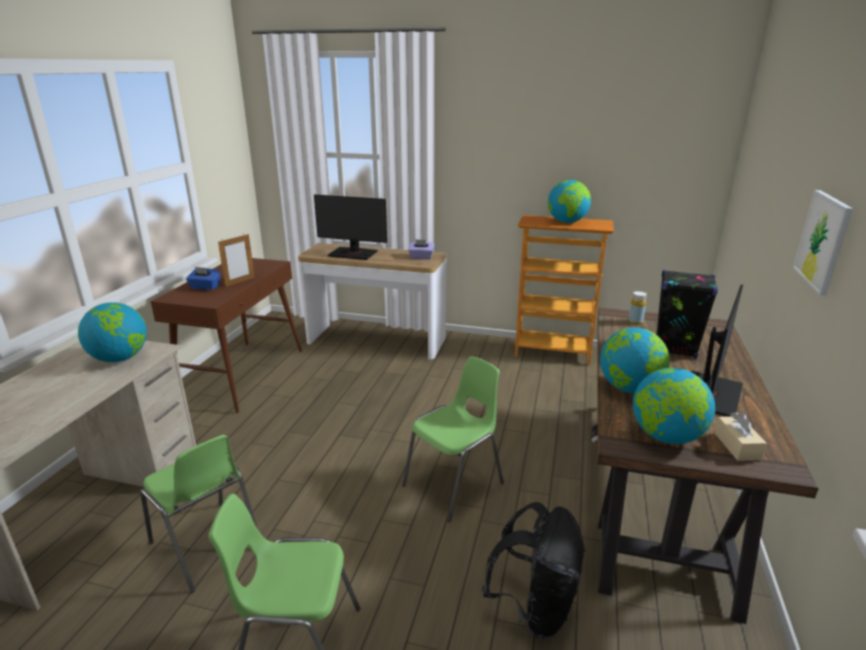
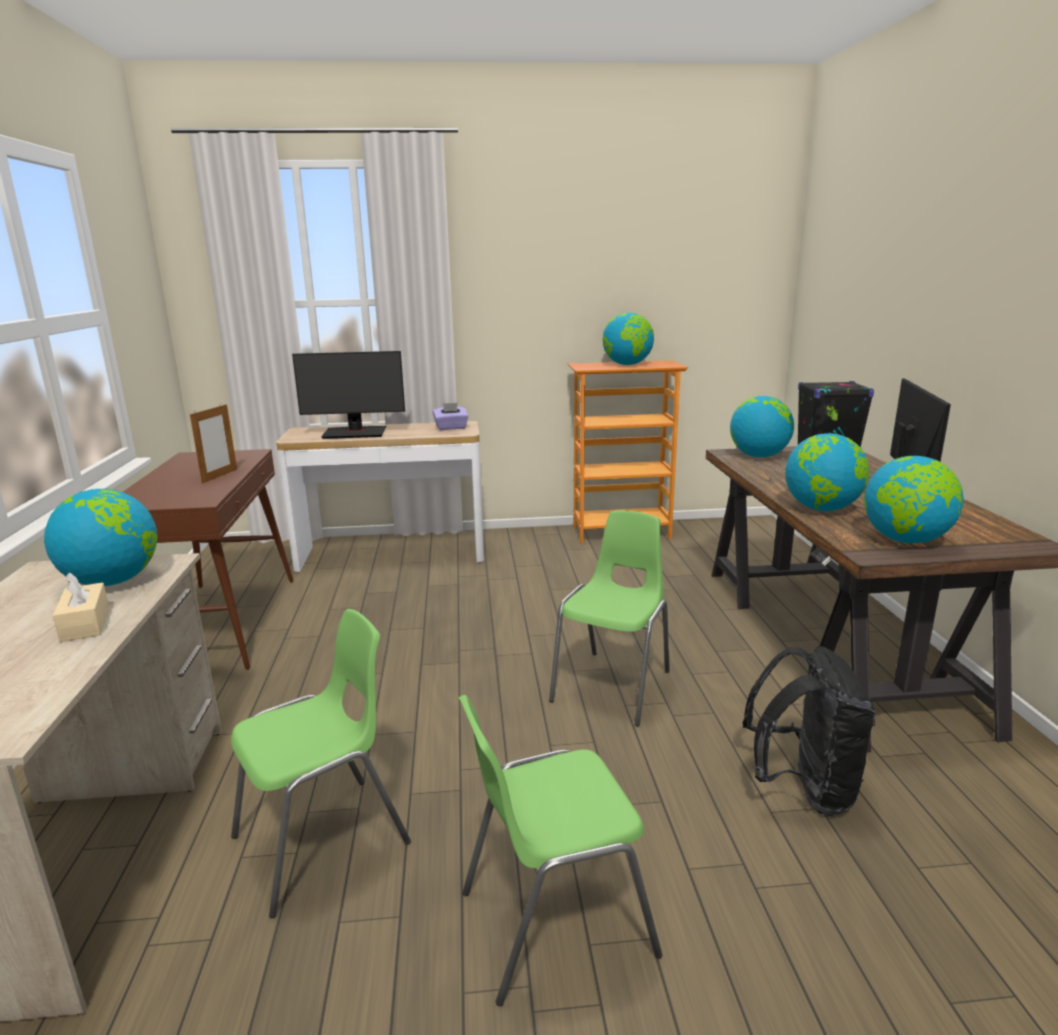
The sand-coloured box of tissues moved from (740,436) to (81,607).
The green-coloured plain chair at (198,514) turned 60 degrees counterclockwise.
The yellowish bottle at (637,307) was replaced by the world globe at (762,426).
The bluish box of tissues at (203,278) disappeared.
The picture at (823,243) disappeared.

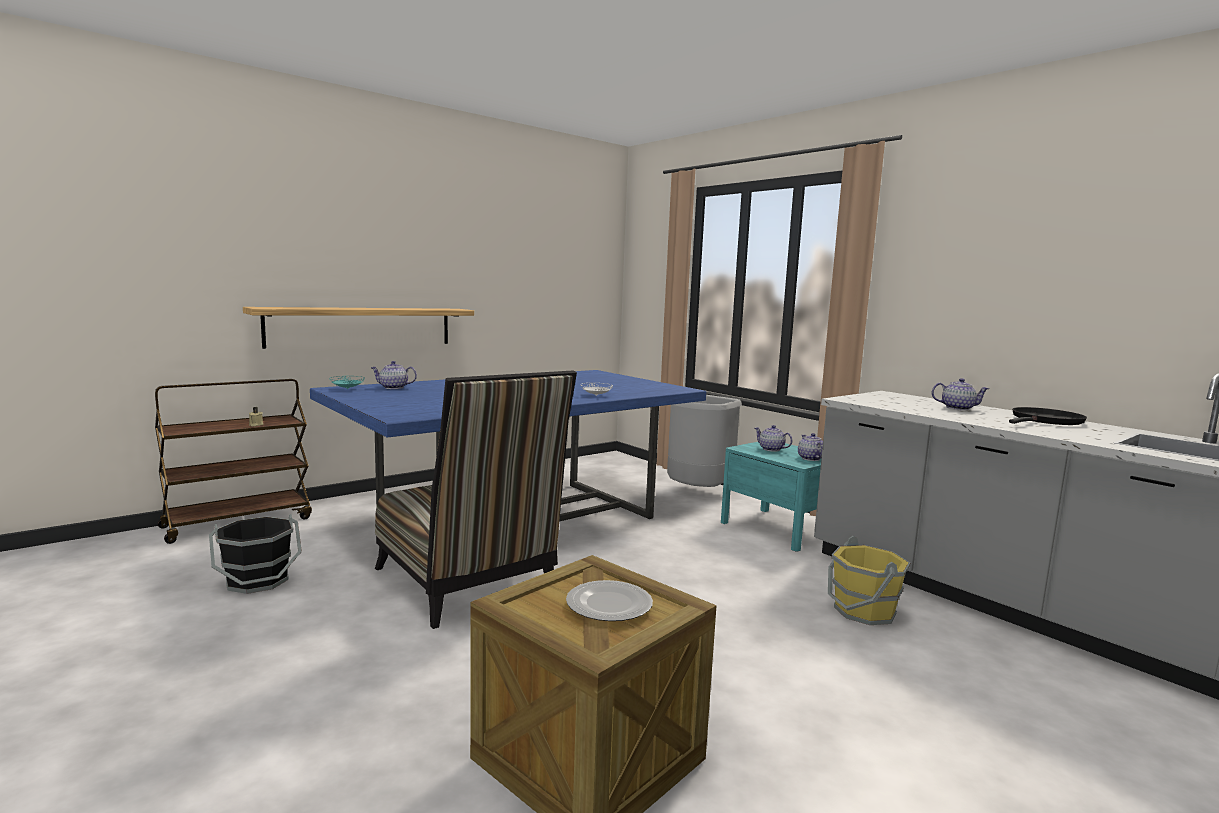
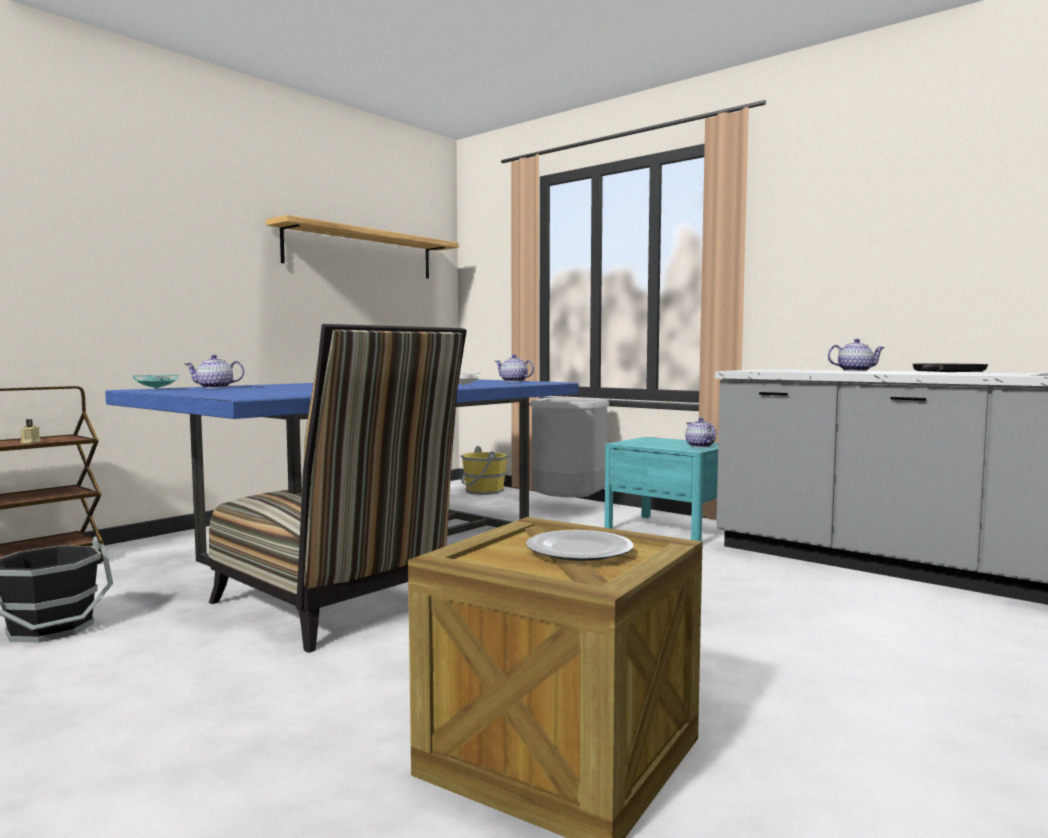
The wall shelf moved from (358,328) to (362,247).
The yellowish pail moved from (869,580) to (485,470).
The tea pot moved from (774,438) to (514,368).

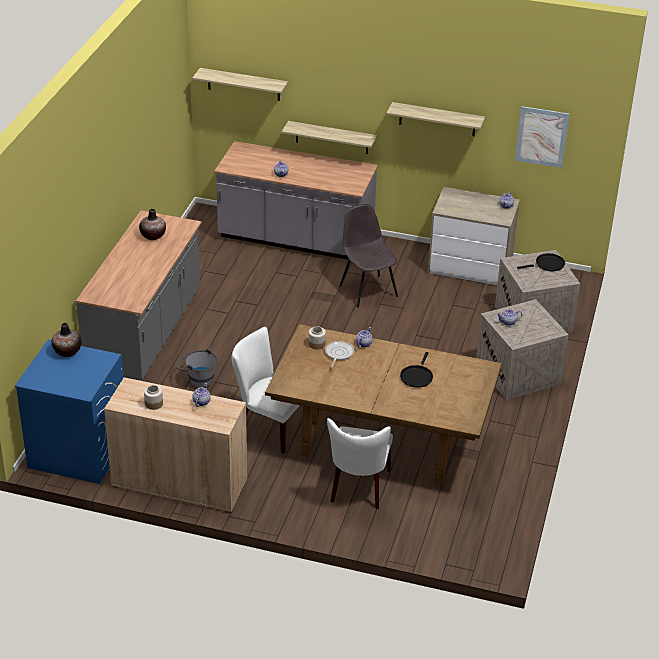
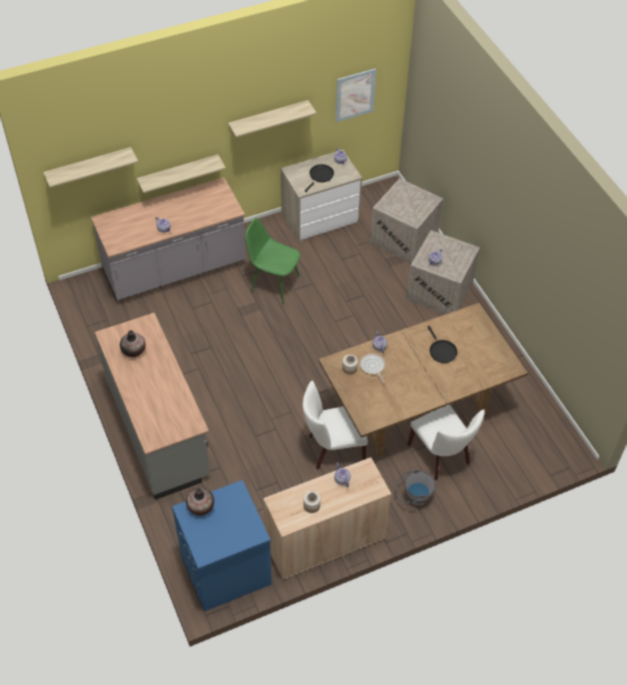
The greyish plain chair at (369,256) became the green-coloured plain chair at (273,260).
The black pan moved from (541,262) to (319,178).
The greyish pail moved from (197,368) to (415,487).

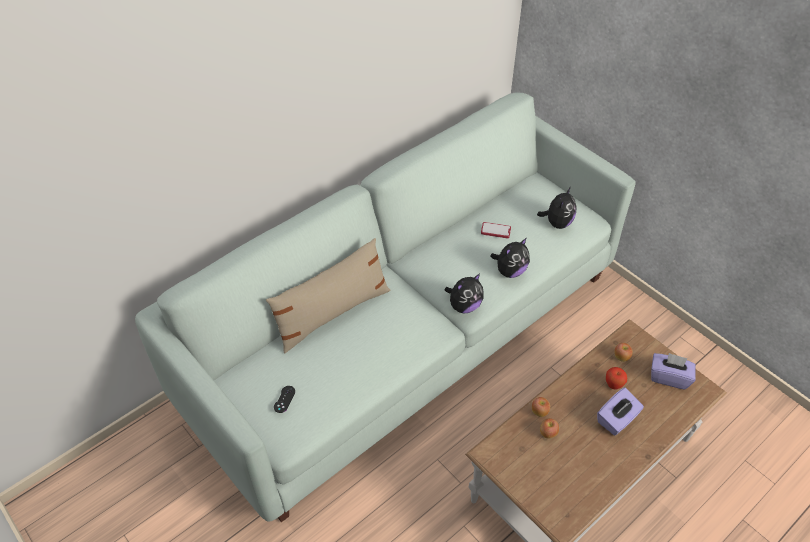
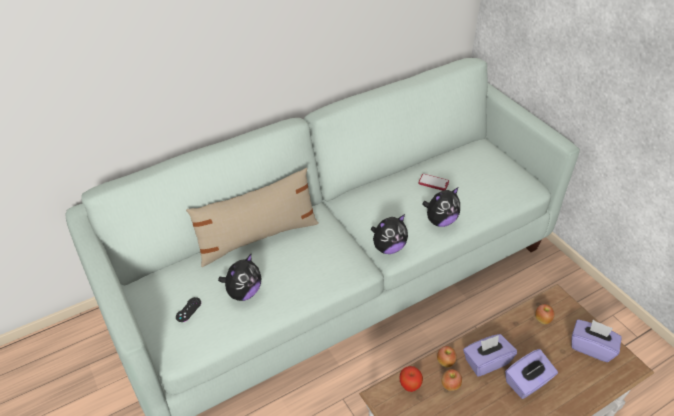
The cuddly toy moved from (556,208) to (240,277).
The whole apple moved from (616,378) to (411,379).
The purple-coloured box of tissues at (490,355) appeared.

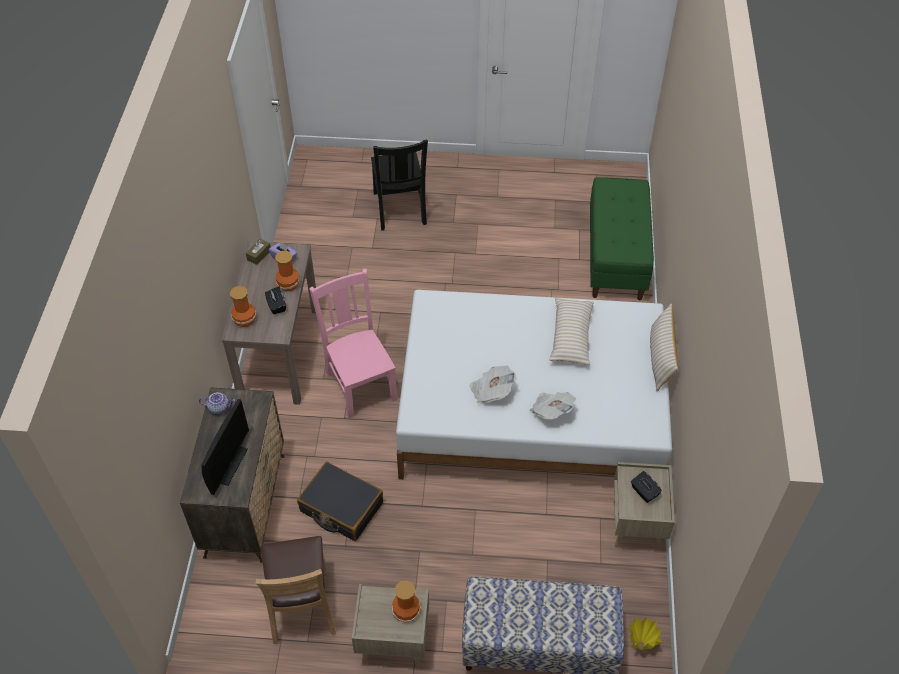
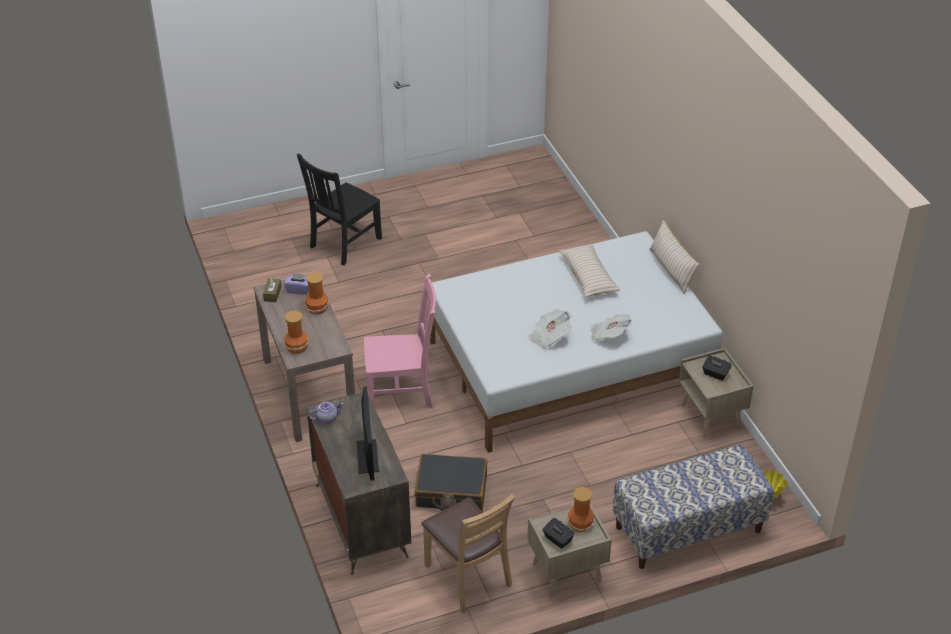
The black plain chair at (399,185) turned 75 degrees clockwise.
The pink plain chair at (353,343) turned 135 degrees clockwise.
The black box of tissues moved from (275,300) to (559,533).
The green-coloured indoor bench at (622,238) disappeared.

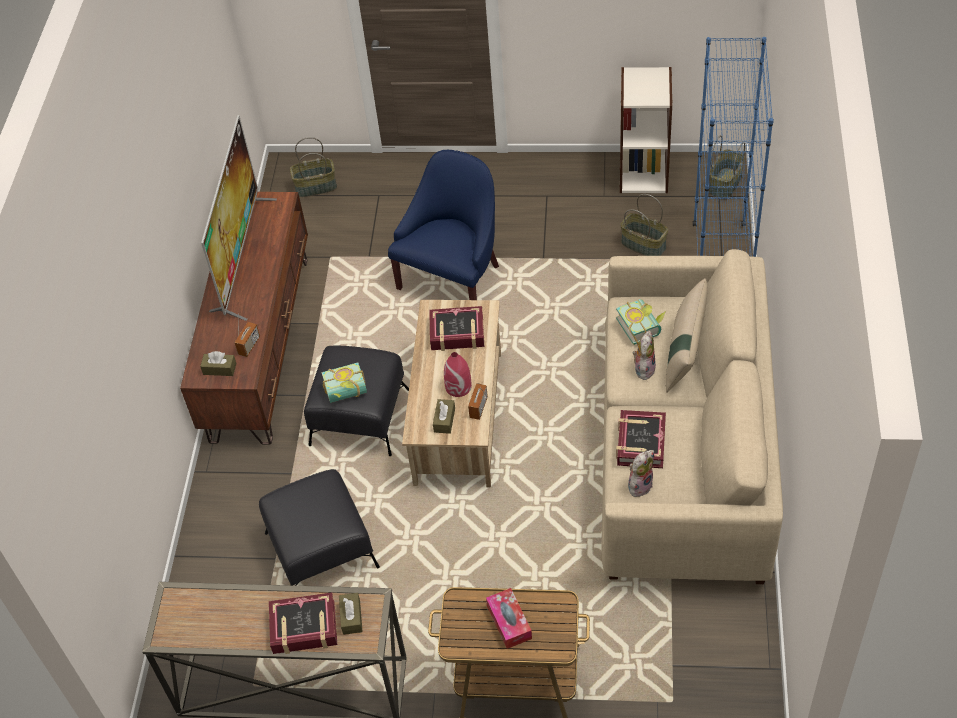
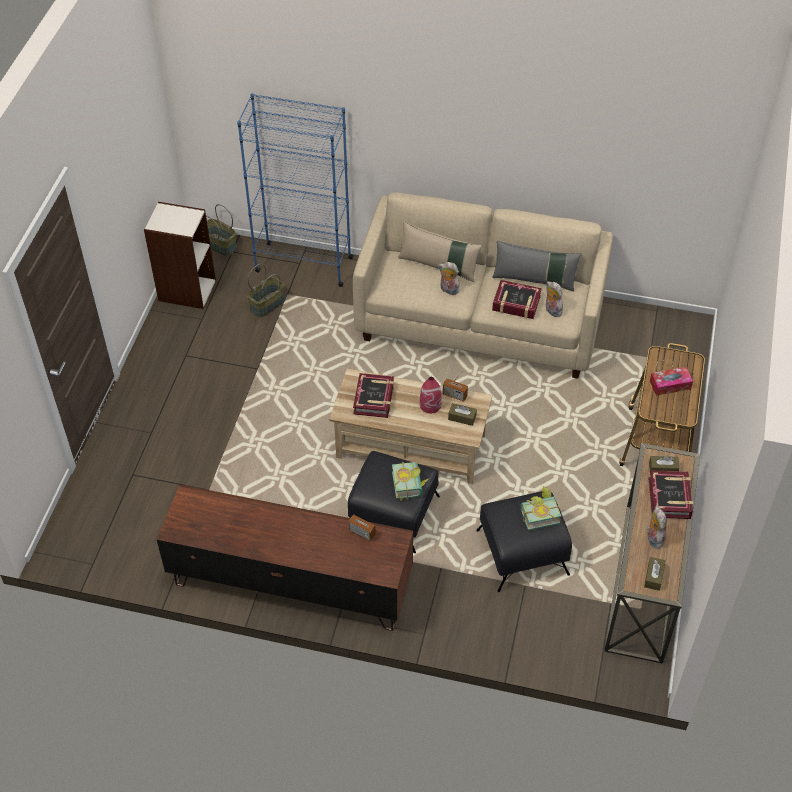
The greyish pillow at (537,265) appeared.
The book moved from (641,322) to (541,508).
The brown box of tissues moved from (218,363) to (655,574).
The cuddly toy at (657,527) appeared.
The TV set at (239,218) disappeared.
The household basket at (313,167) disappeared.
The bluish easy chair at (443,225) disappeared.

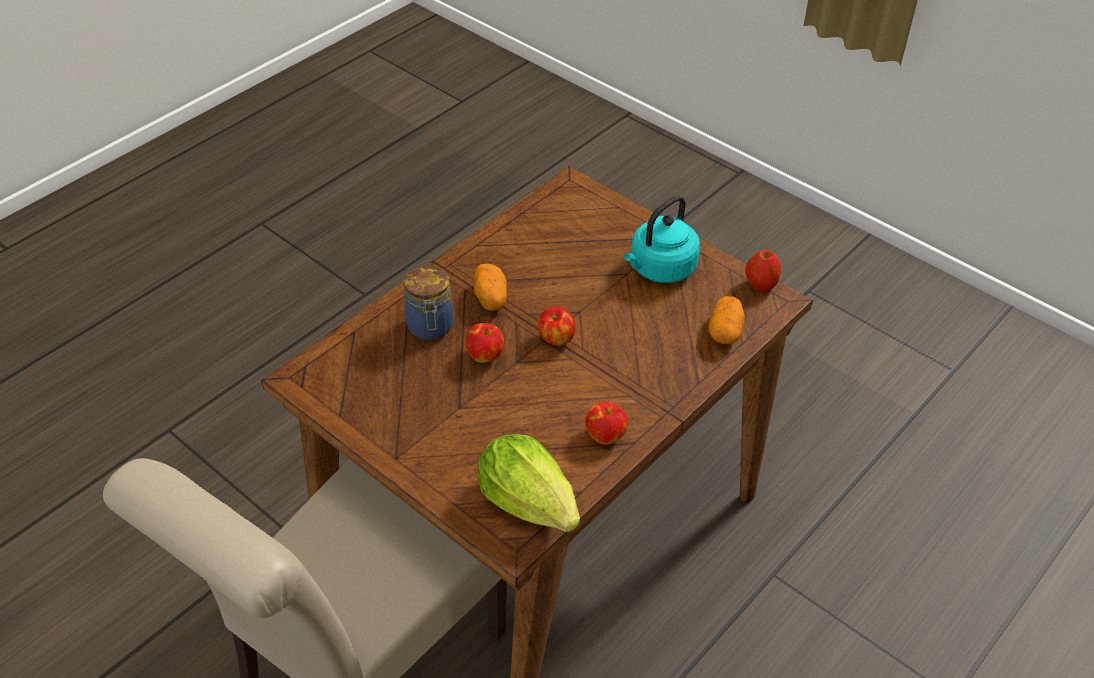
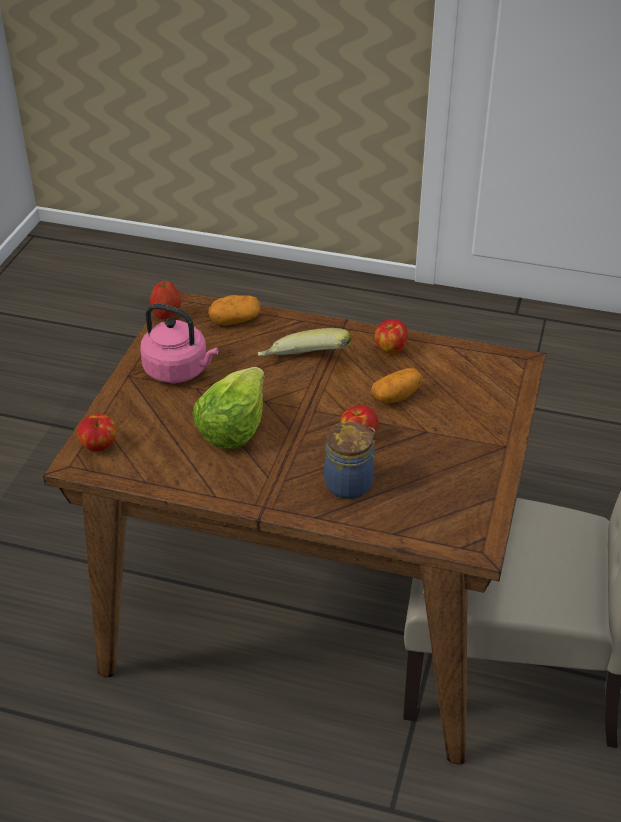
The whole apple moved from (557,326) to (97,433).
The turquoise kettle at (662,239) became the pink kettle at (179,343).
The lettuce head moved from (529,483) to (228,408).
The whole banana at (305,342) appeared.
The spud moved from (490,287) to (396,385).

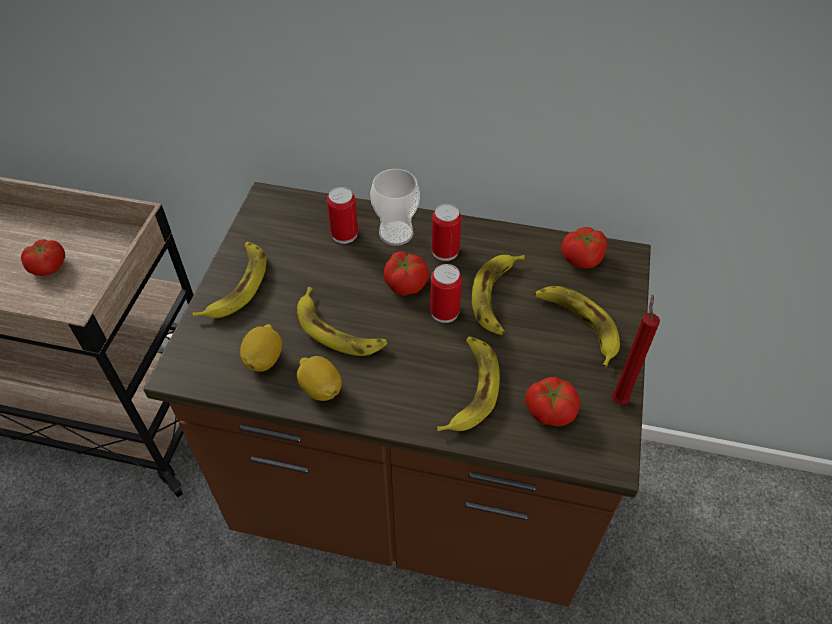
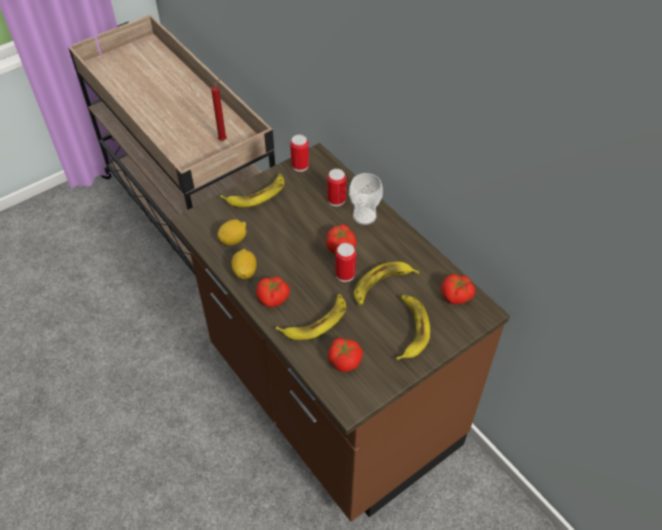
The reddish candle moved from (636,349) to (219,110).
The fresh tomato moved from (43,257) to (273,292).
The can moved from (446,232) to (299,153).
The whole banana at (342,321) disappeared.

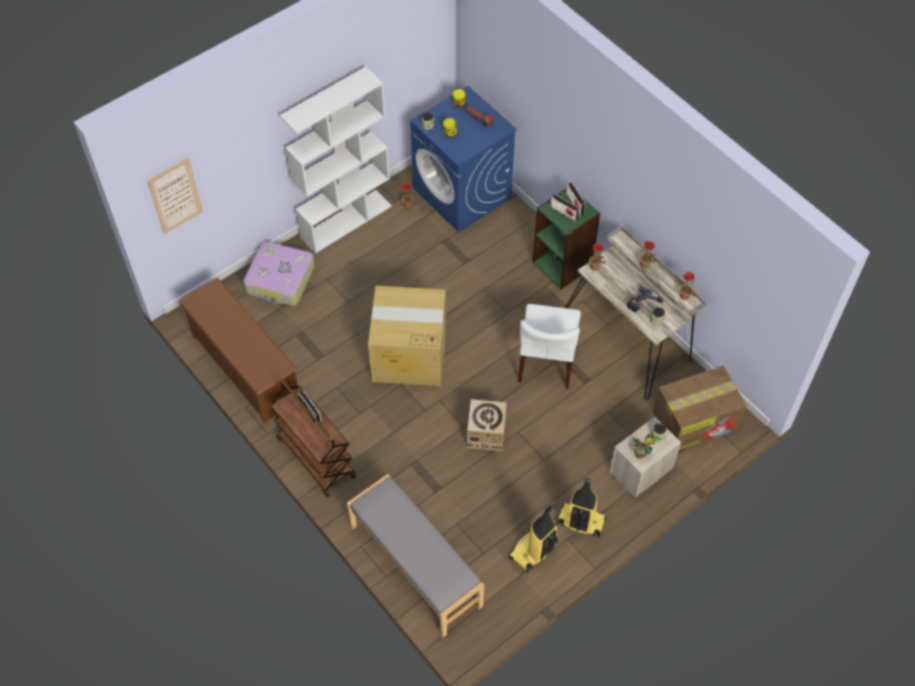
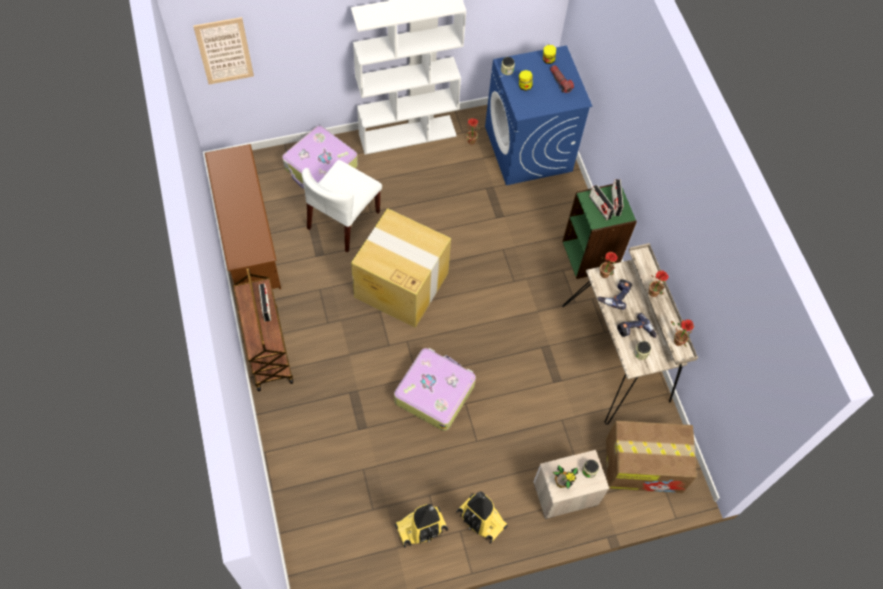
The white plain chair moved from (549,346) to (342,206).
The packing box at (487,425) was replaced by the piece of luggage at (435,389).
The electric drill at (615,294) appeared.
The greyish indoor bench at (415,555) disappeared.

